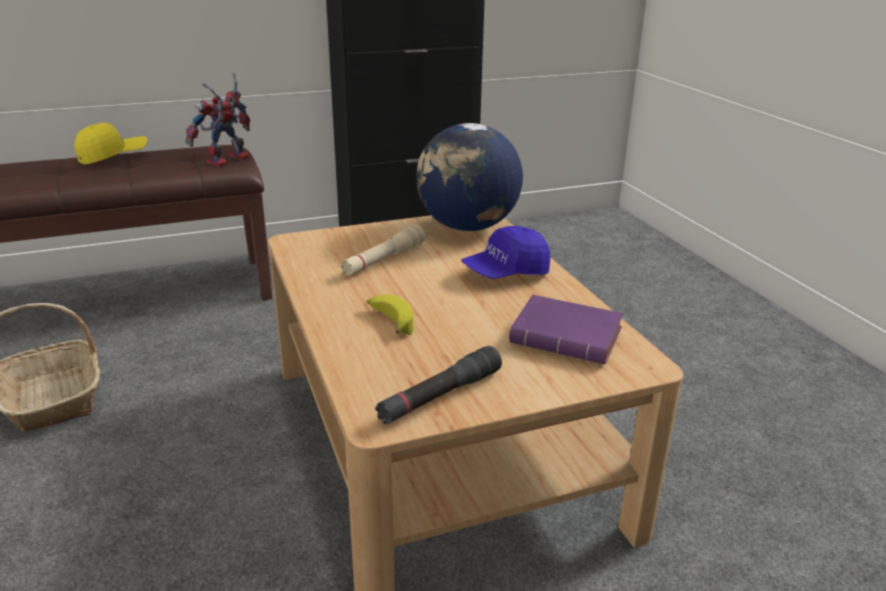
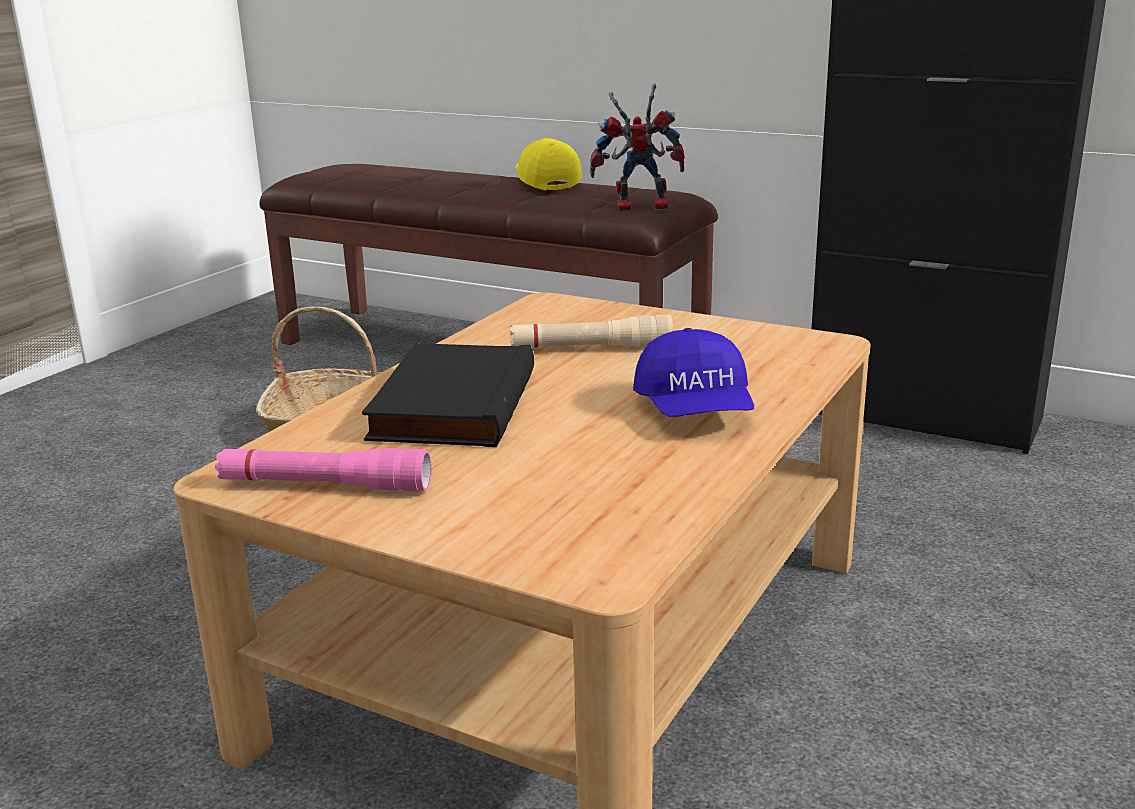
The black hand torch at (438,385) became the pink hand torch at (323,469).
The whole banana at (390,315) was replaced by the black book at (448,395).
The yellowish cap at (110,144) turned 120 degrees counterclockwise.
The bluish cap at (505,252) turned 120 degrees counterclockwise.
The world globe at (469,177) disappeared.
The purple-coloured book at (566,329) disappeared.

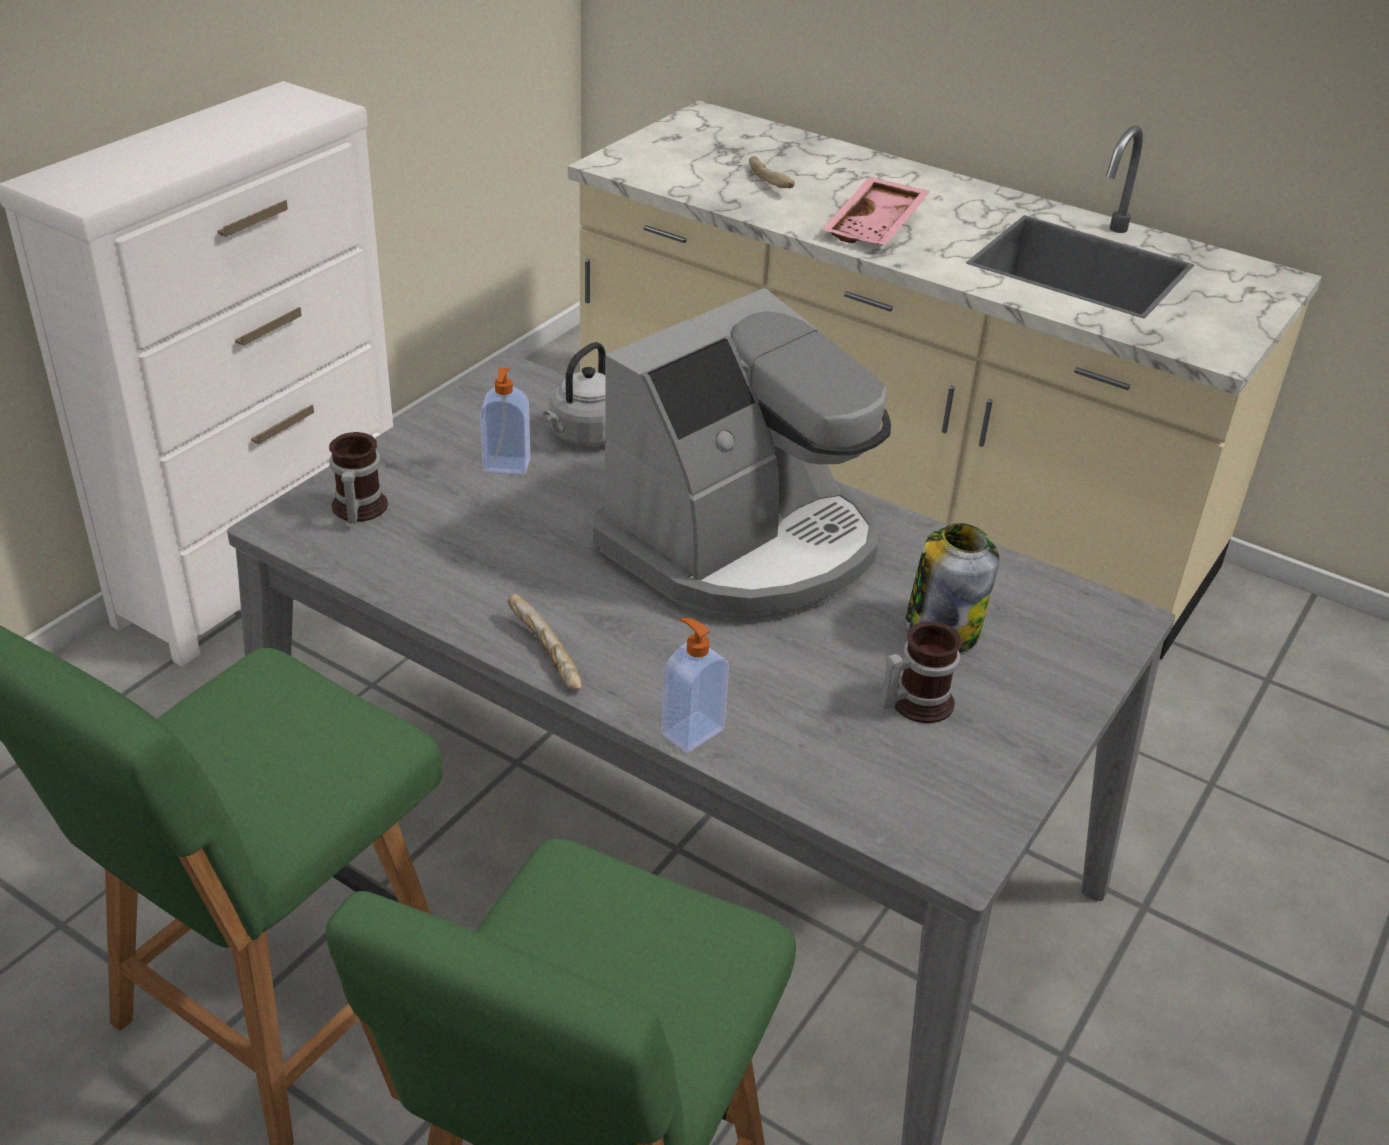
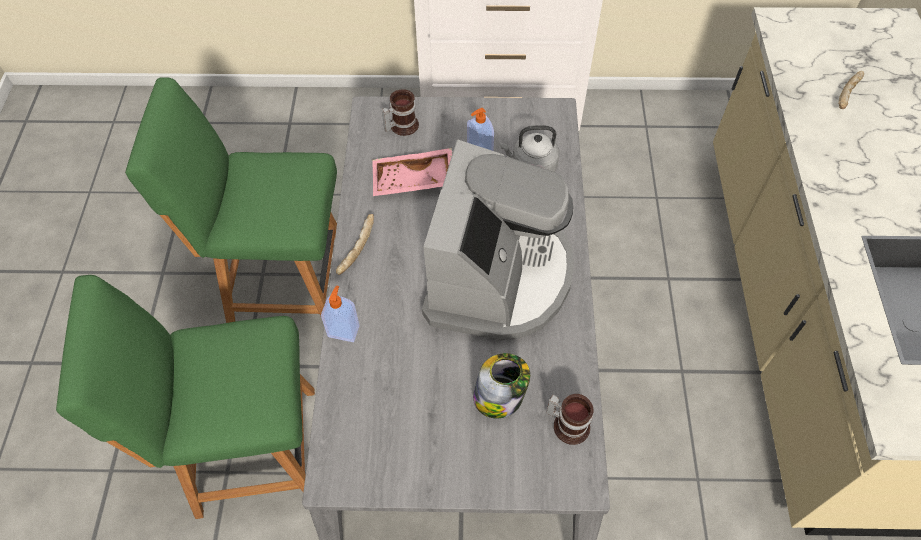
The pink tray moved from (876,211) to (412,172).
The coffee brewer at (742,454) turned 90 degrees counterclockwise.
The coffee mug moved from (921,672) to (570,419).

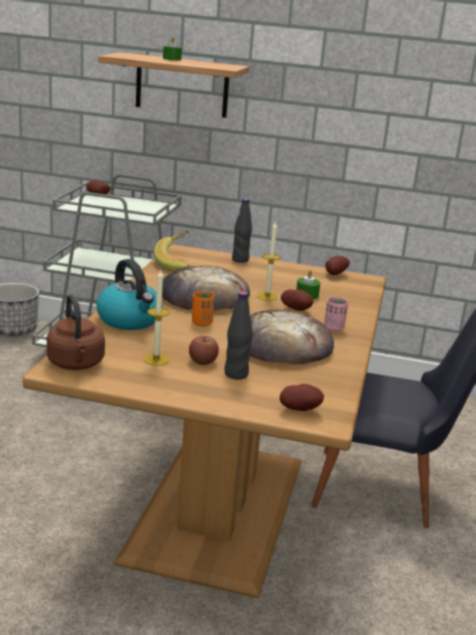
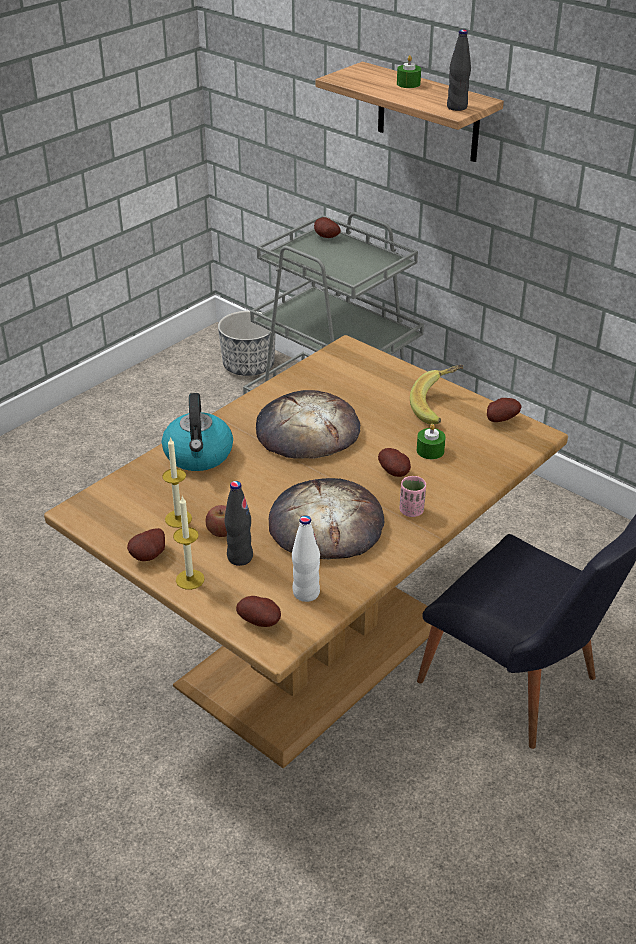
The spud at (146,544) appeared.
The candle moved from (269,261) to (189,543).
The white bottle at (306,558) appeared.
The whole banana moved from (171,251) to (436,395).
The black bottle moved from (242,231) to (459,70).
The brown kettle at (76,332) disappeared.
The orange small cup at (203,308) disappeared.

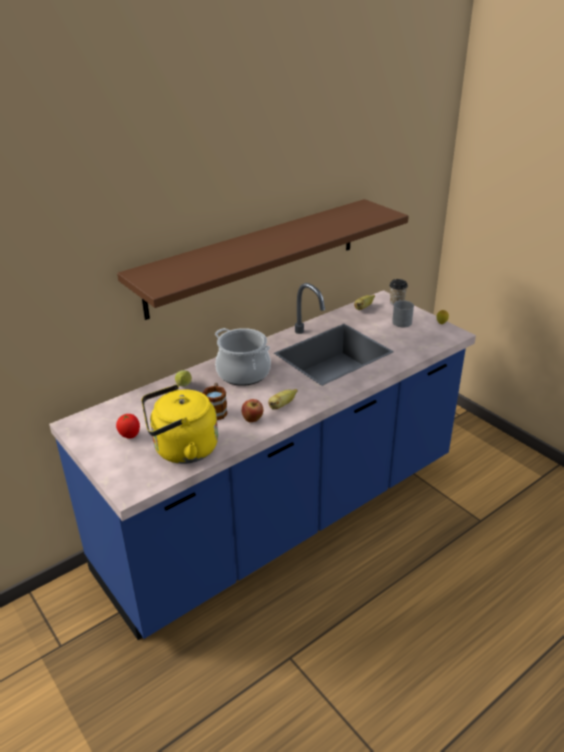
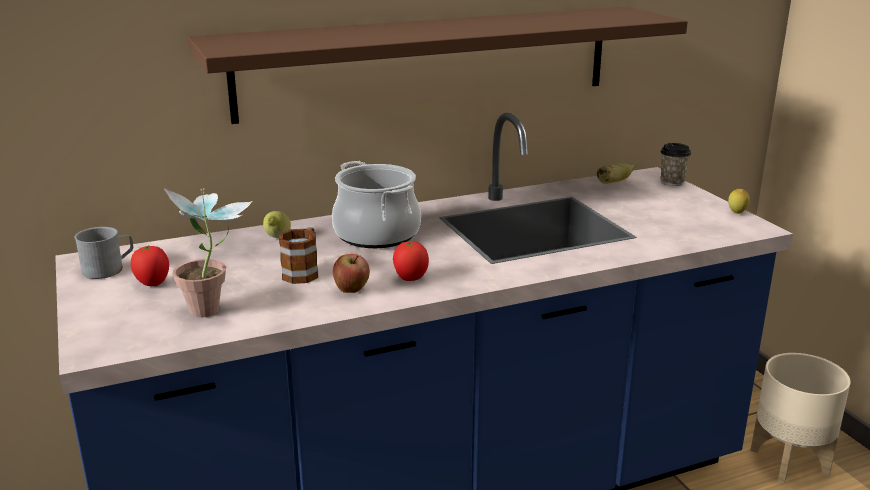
The greyish coffee mug moved from (403,313) to (103,253).
The yellowish kettle at (180,424) was replaced by the houseplant at (208,253).
The whole banana at (282,399) was replaced by the fresh tomato at (411,261).
The sand-coloured planter at (800,418) appeared.

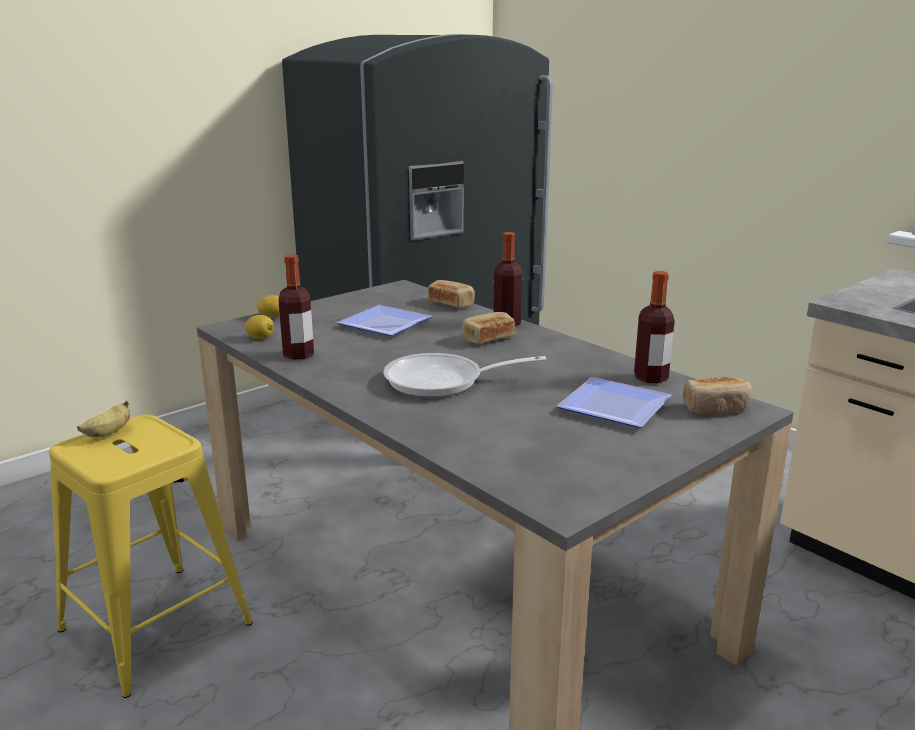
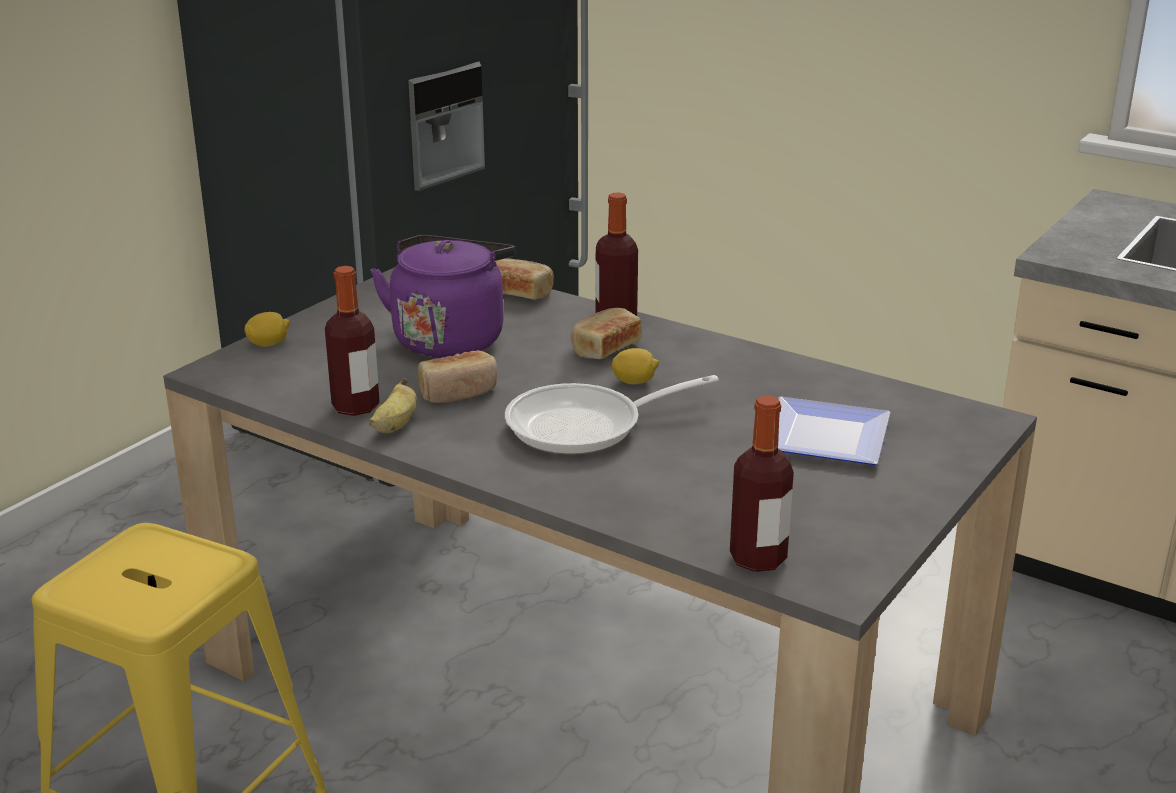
The whole banana moved from (103,419) to (393,405).
The flat dish at (384,320) was replaced by the purple-coloured kettle at (442,296).
The bakery bread moved from (717,395) to (457,376).
The lemon moved from (259,327) to (635,366).
The bottle moved from (654,327) to (762,483).

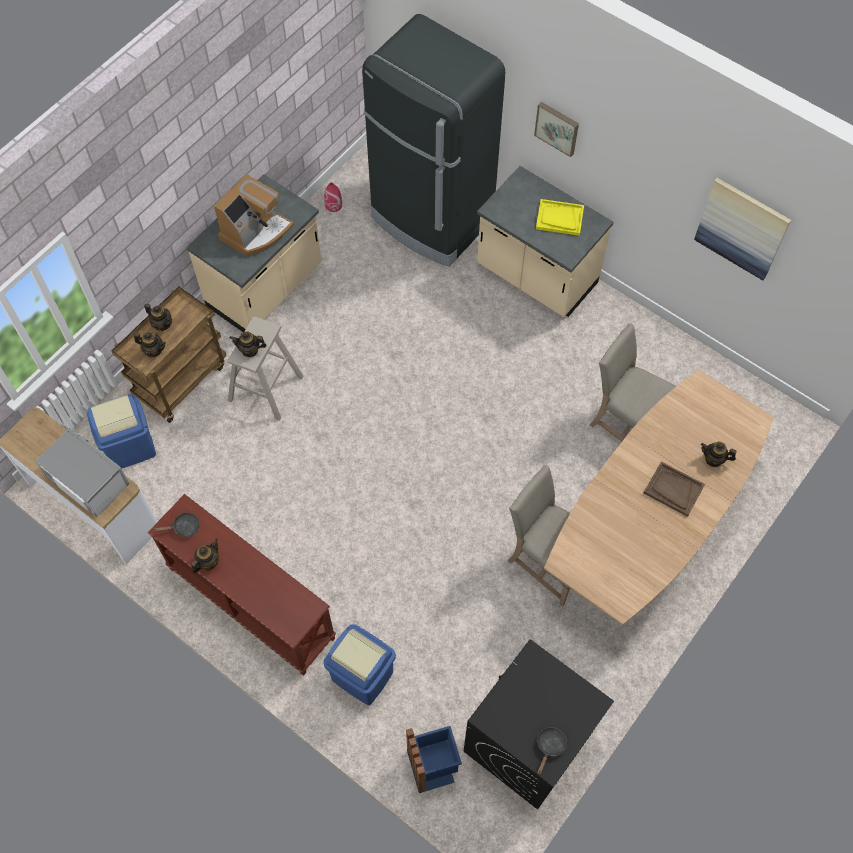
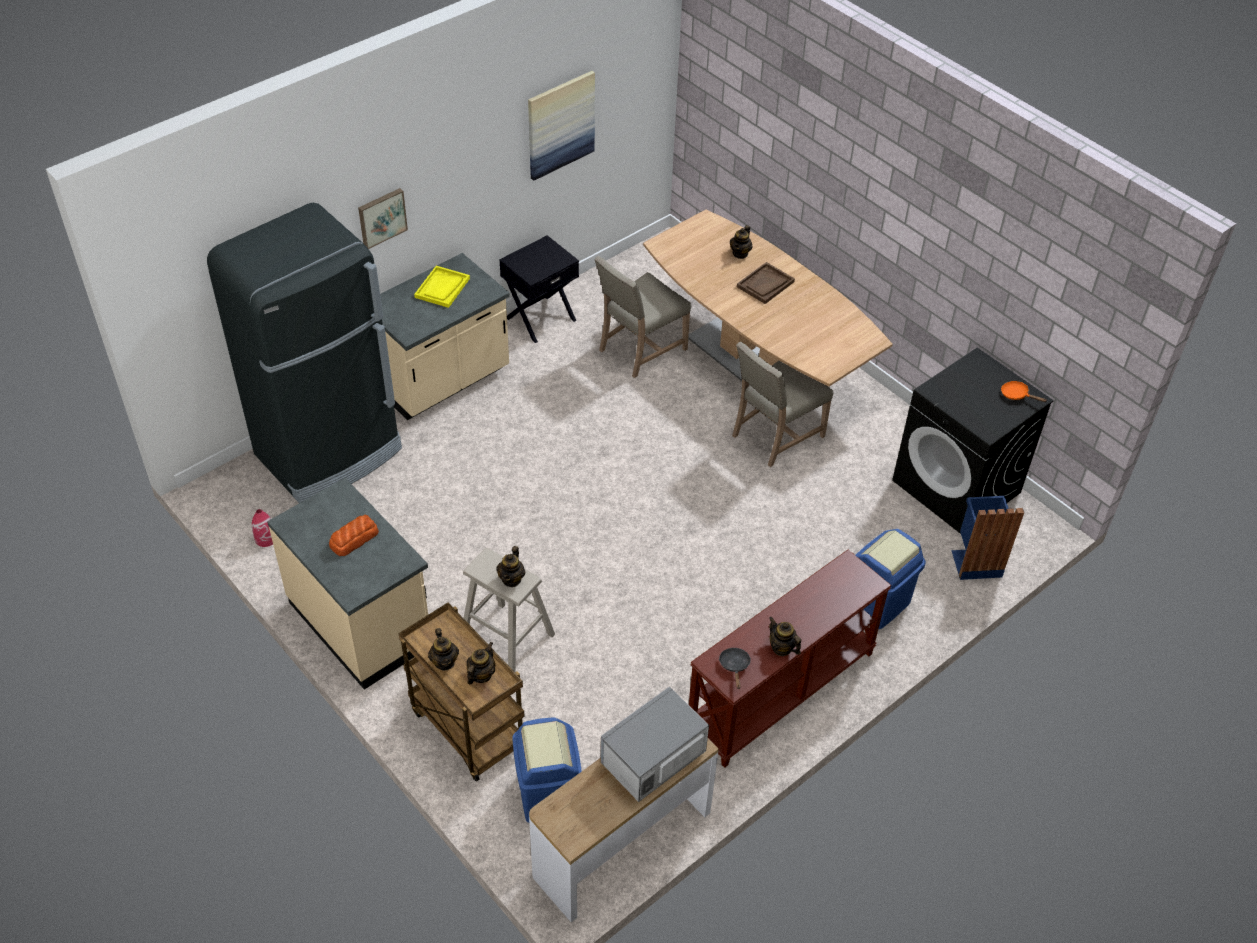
The coffee brewer at (254,215) was replaced by the bakery bread at (354,535).
The tea pot at (158,317) turned 120 degrees clockwise.
The black bedside table at (539,289) appeared.
The black pan at (552,751) became the orange pan at (1024,391).

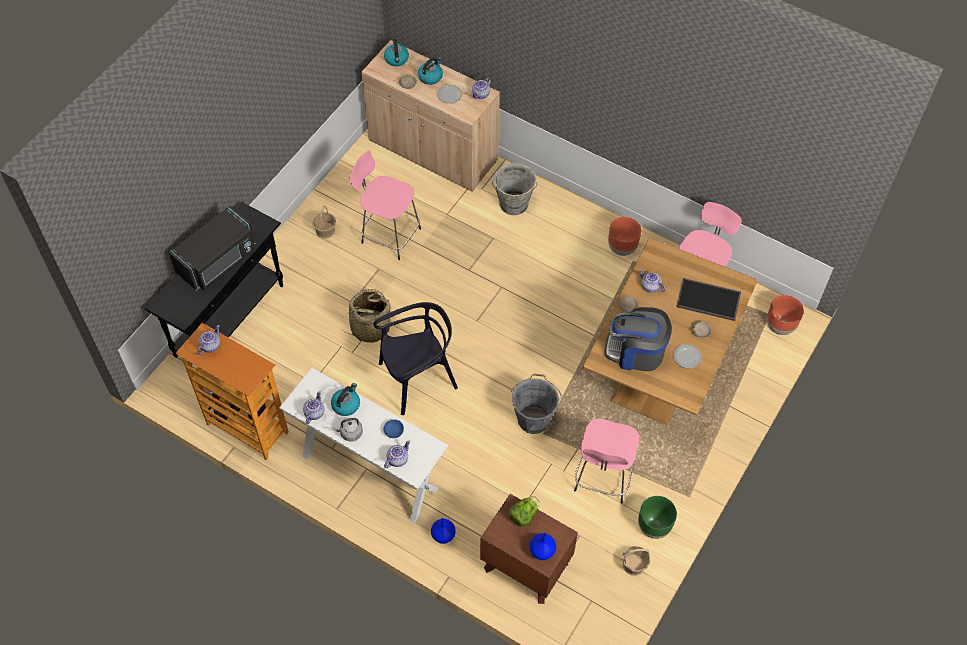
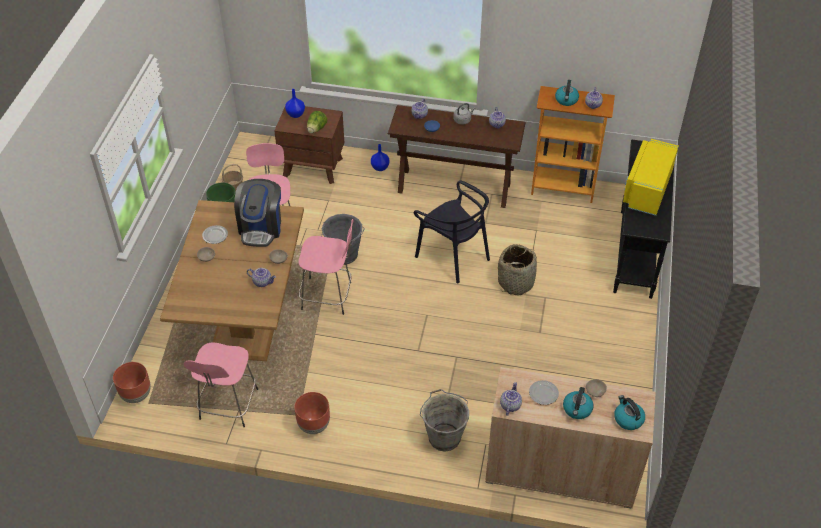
The coffee brewer at (638,339) turned 105 degrees clockwise.
The pink sitting stool moved from (385,205) to (326,267).
The white narrow table at (364,445) became the brown narrow table at (457,156).
The black plain chair at (415,358) turned 90 degrees counterclockwise.
The kettle moved from (345,399) to (567,93).
The black kitchen microwave at (212,248) became the yellowish kitchen microwave at (651,177).
The household basket at (324,222) disappeared.
The tray at (708,299) disappeared.

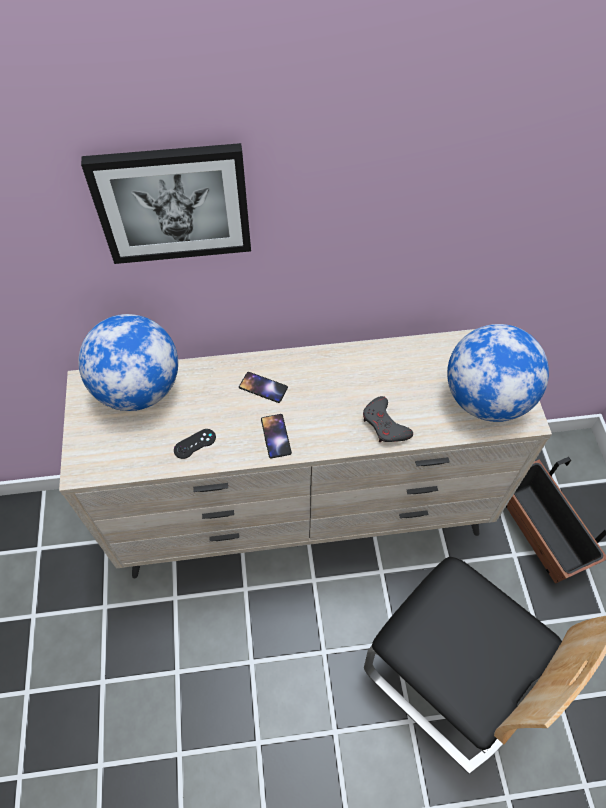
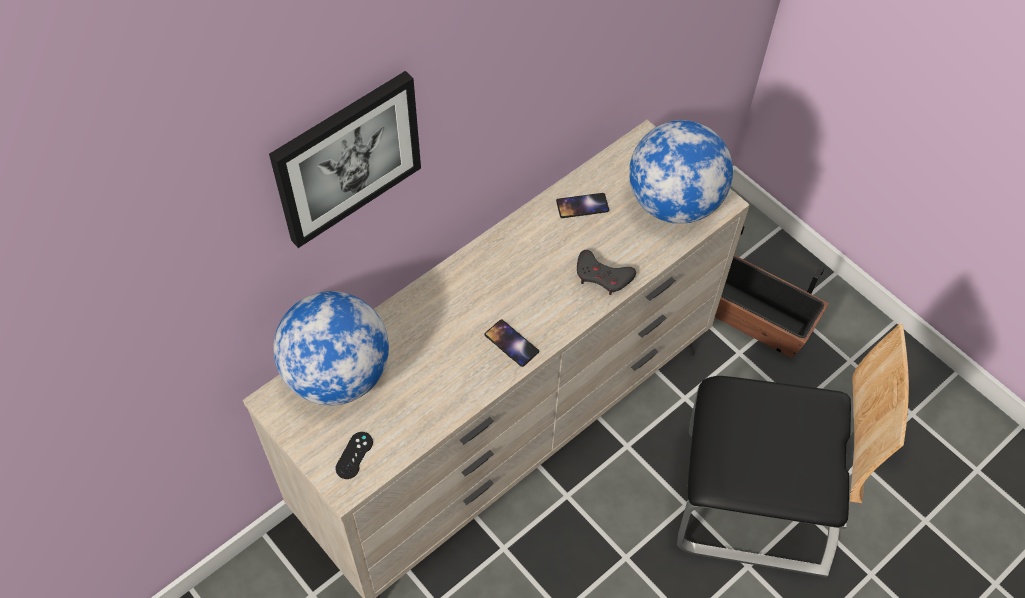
The black game controller moved from (195,444) to (354,455).
The telephone moved from (263,387) to (582,205).

